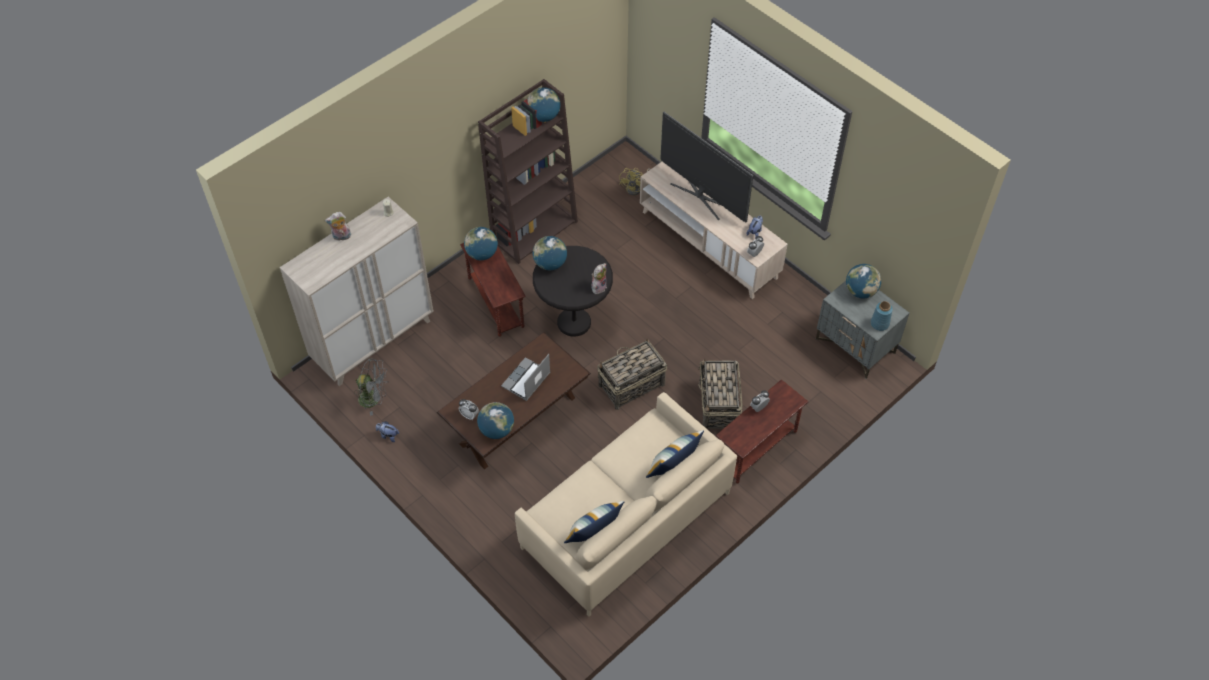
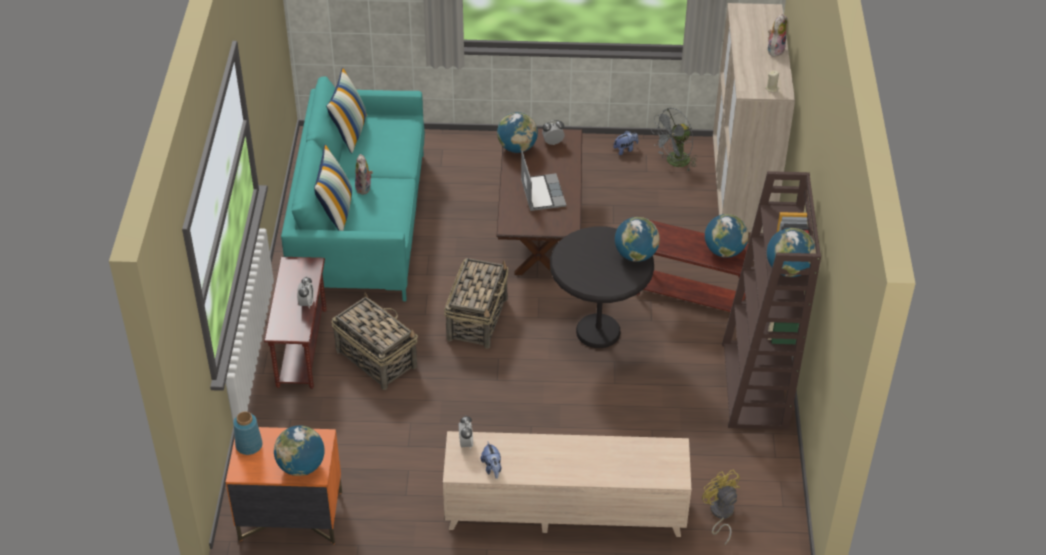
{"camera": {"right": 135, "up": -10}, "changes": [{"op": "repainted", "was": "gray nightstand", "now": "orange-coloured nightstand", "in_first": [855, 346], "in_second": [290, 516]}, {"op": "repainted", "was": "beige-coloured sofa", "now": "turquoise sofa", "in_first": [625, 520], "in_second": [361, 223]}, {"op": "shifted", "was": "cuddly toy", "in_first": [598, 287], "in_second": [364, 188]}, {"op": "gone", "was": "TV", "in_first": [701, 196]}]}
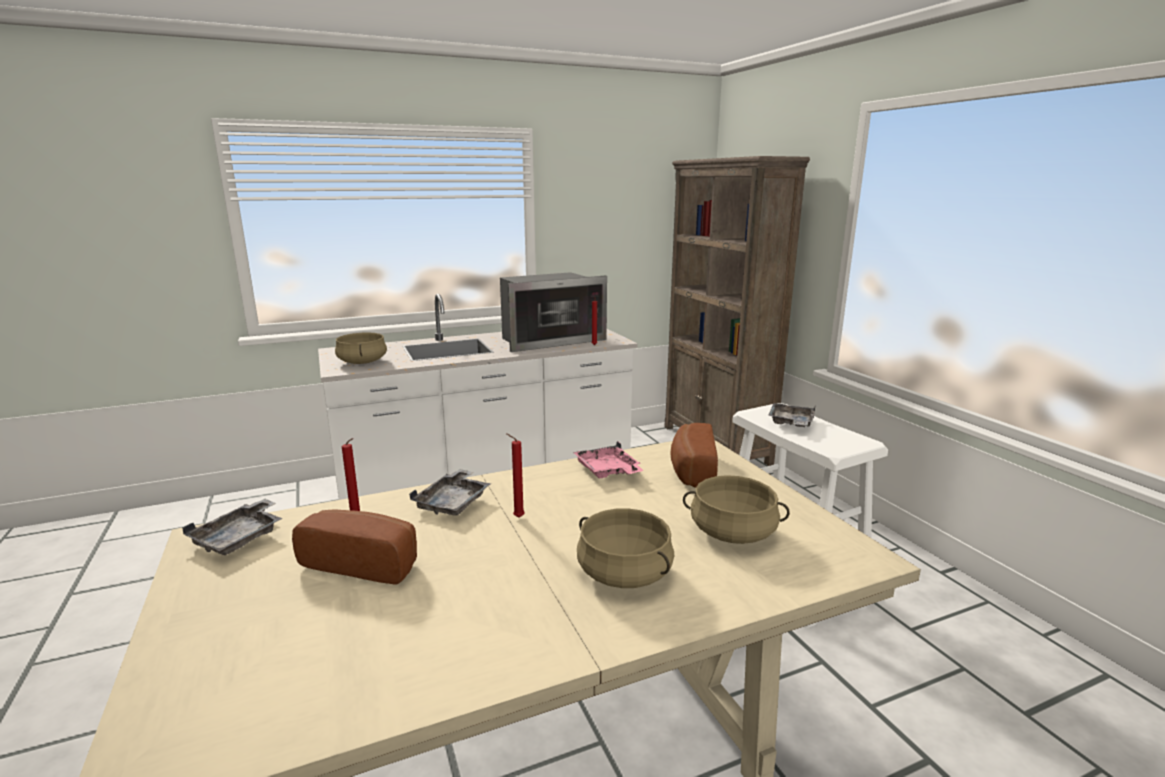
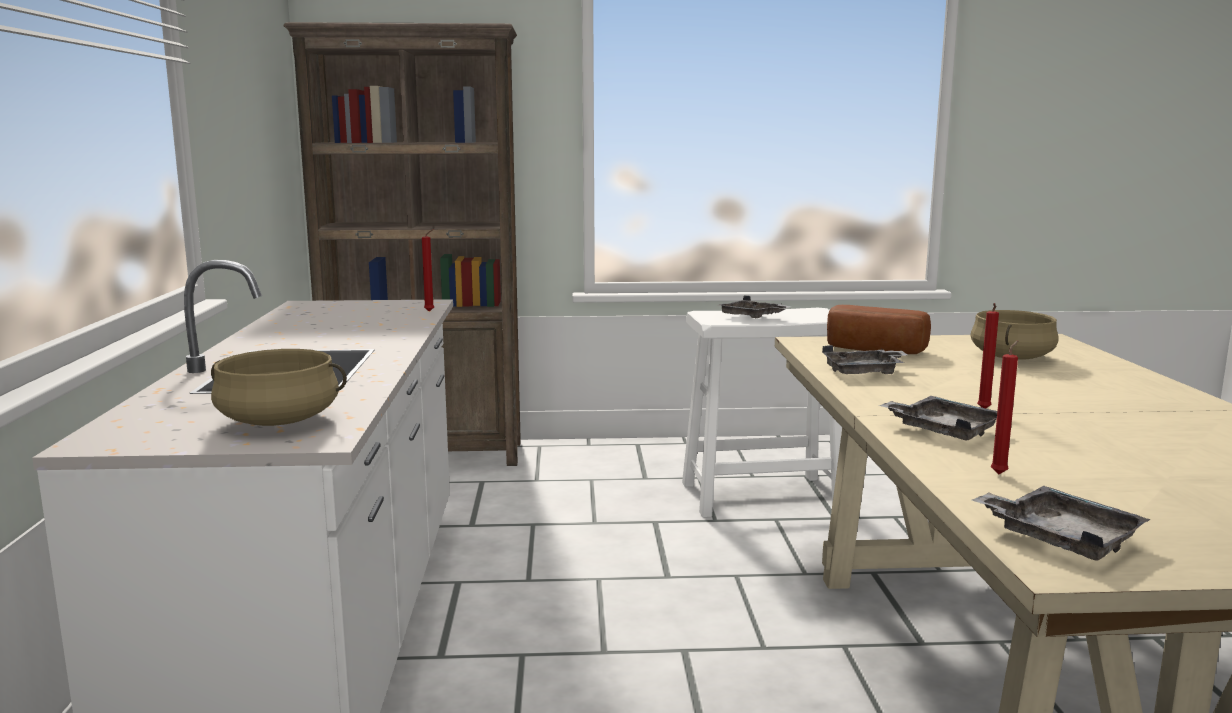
{"camera": {"right": -70, "up": -5}, "changes": [{"op": "repainted", "was": "pink-coloured serving tray", "now": "gray serving tray", "in_first": [608, 471], "in_second": [864, 372]}, {"op": "gone", "was": "bakery bread", "in_first": [364, 562]}, {"op": "gone", "was": "microwave", "in_first": [549, 340]}, {"op": "gone", "was": "beige-coloured stockpot", "in_first": [623, 574]}]}
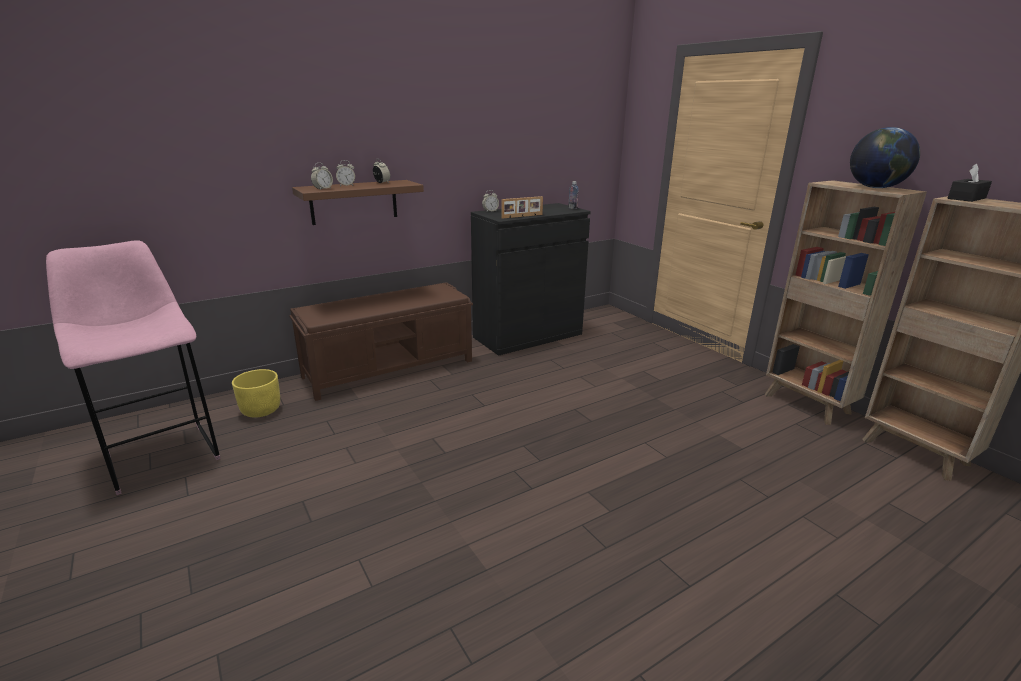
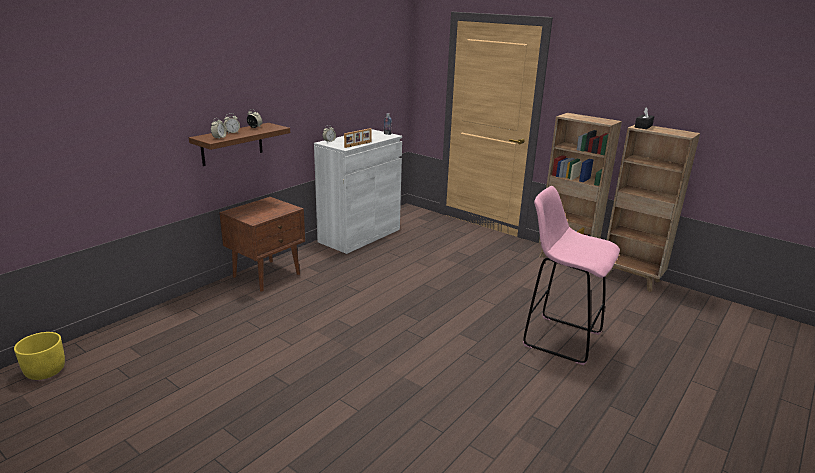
{"camera": {"right": -20, "up": 0}, "changes": [{"op": "shifted", "was": "yellow flower pot", "in_first": [261, 410], "in_second": [45, 371]}, {"op": "swapped", "was": "brown long seat", "now": "brown nightstand", "in_first": [390, 368], "in_second": [267, 275]}, {"op": "repainted", "was": "black storage cabinet", "now": "white-coloured storage cabinet", "in_first": [528, 336], "in_second": [359, 235]}, {"op": "shifted", "was": "pink-coloured sitting stool", "in_first": [162, 454], "in_second": [559, 338]}, {"op": "gone", "was": "globe", "in_first": [876, 188]}]}
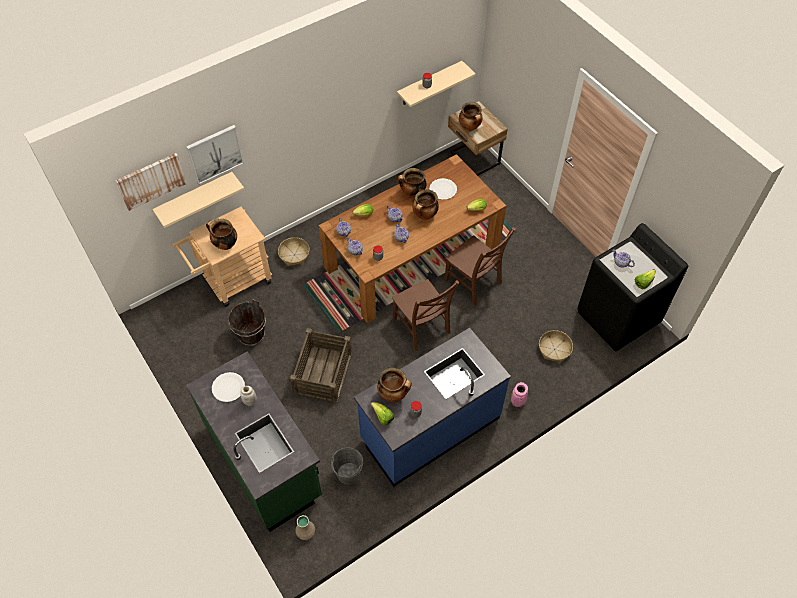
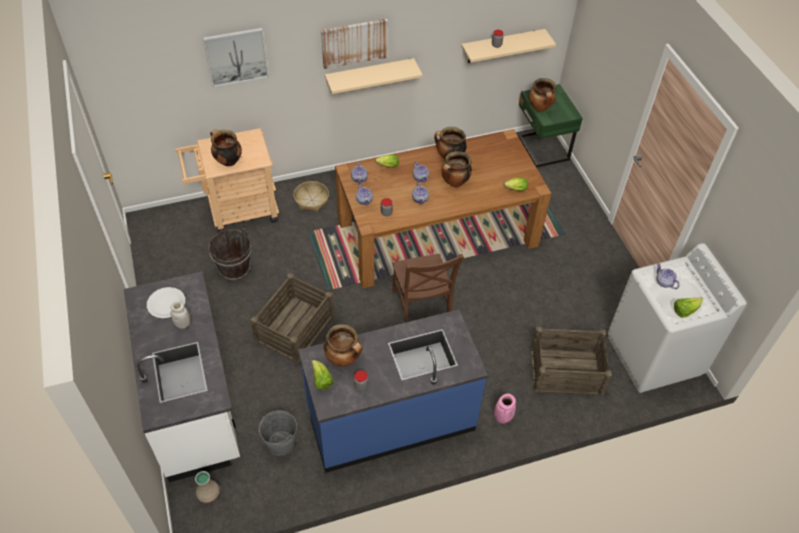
{"camera": {"right": 15, "up": -5}, "changes": [{"op": "repainted", "was": "greenish kitchen base unit", "now": "white-coloured kitchen base unit", "in_first": [264, 461], "in_second": [195, 403]}, {"op": "shifted", "was": "wall picture", "in_first": [151, 181], "in_second": [354, 43]}, {"op": "shifted", "was": "beige-coloured bracket shelf", "in_first": [195, 197], "in_second": [370, 76]}, {"op": "repainted", "was": "beige-coloured nightstand", "now": "greenish nightstand", "in_first": [473, 159], "in_second": [541, 149]}, {"op": "swapped", "was": "household basket", "now": "packing crate", "in_first": [554, 349], "in_second": [566, 371]}, {"op": "repainted", "was": "black laundry machine", "now": "white-coloured laundry machine", "in_first": [618, 318], "in_second": [654, 355]}, {"op": "gone", "was": "white-coloured flat dish", "in_first": [443, 189]}, {"op": "gone", "was": "brown upright chair", "in_first": [474, 283]}]}
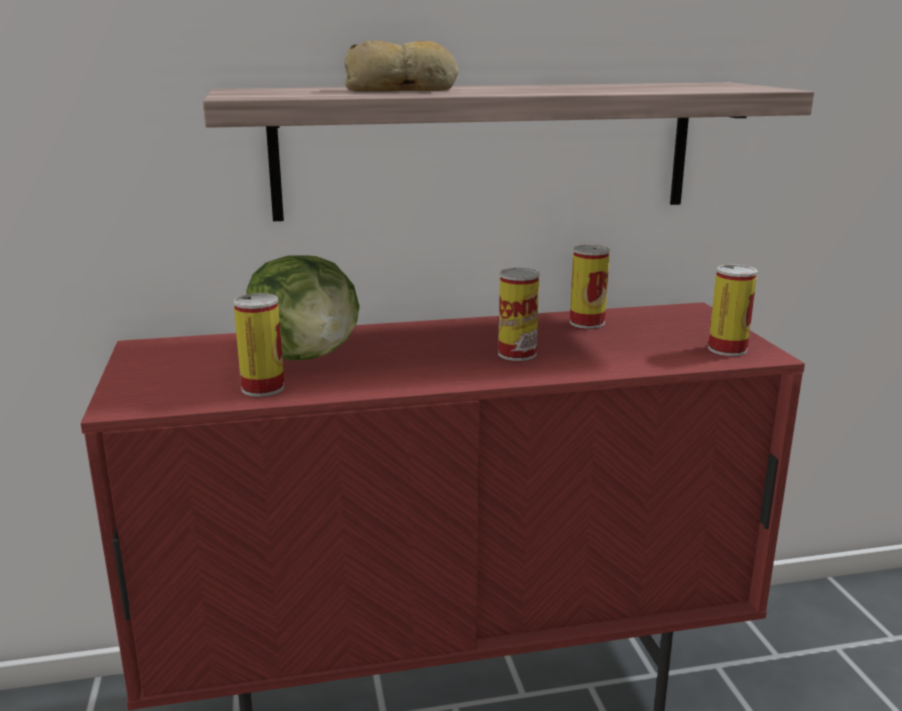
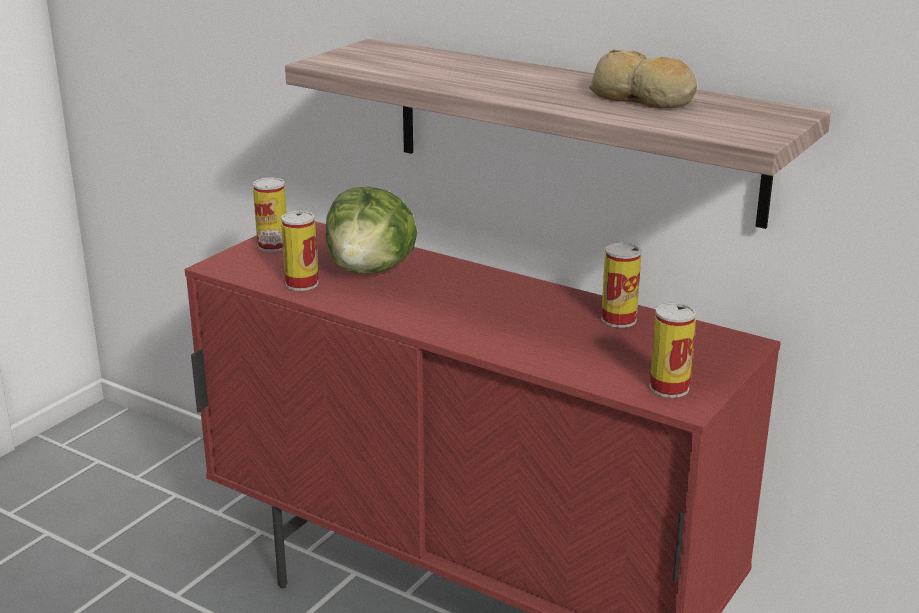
{"camera": {"right": 45, "up": 5}, "changes": [{"op": "shifted", "was": "metal can", "in_first": [517, 354], "in_second": [273, 245]}, {"op": "shifted", "was": "bakery bread", "in_first": [402, 89], "in_second": [642, 98]}]}
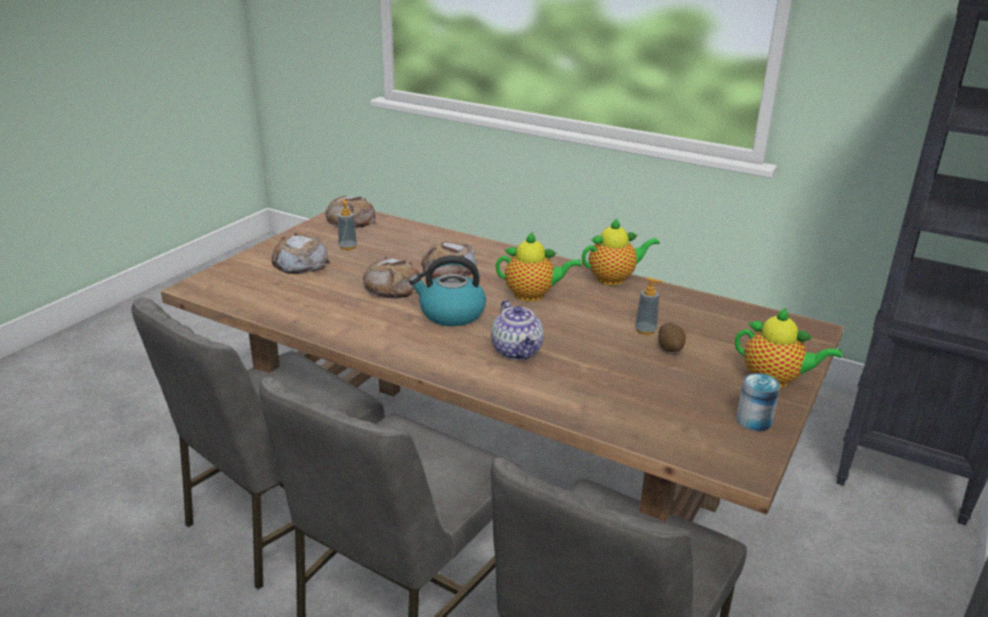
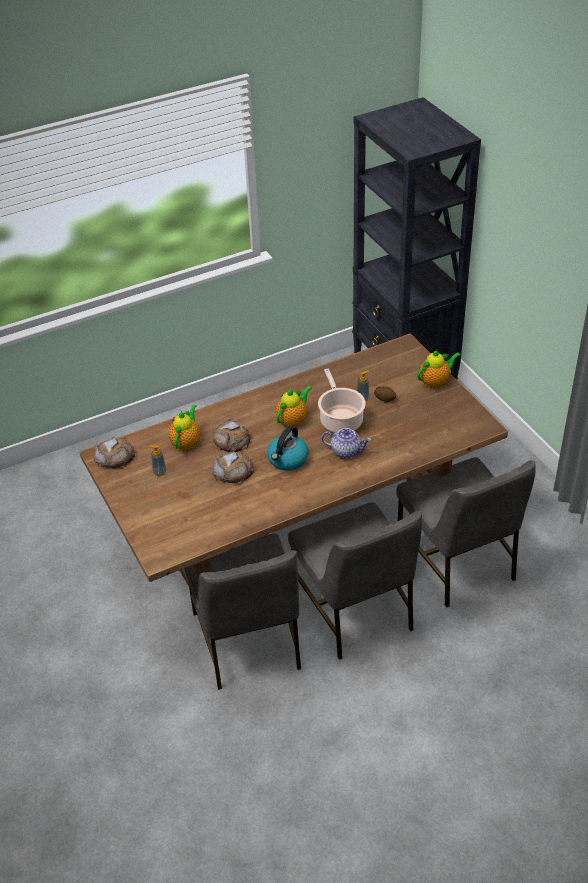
{"camera": {"right": -55, "up": 15}, "changes": [{"op": "shifted", "was": "teapot", "in_first": [614, 279], "in_second": [186, 442]}, {"op": "new", "now": "stockpot", "in_second": [340, 419]}, {"op": "gone", "was": "bakery bread", "in_first": [300, 262]}, {"op": "gone", "was": "metal can", "in_first": [753, 421]}]}
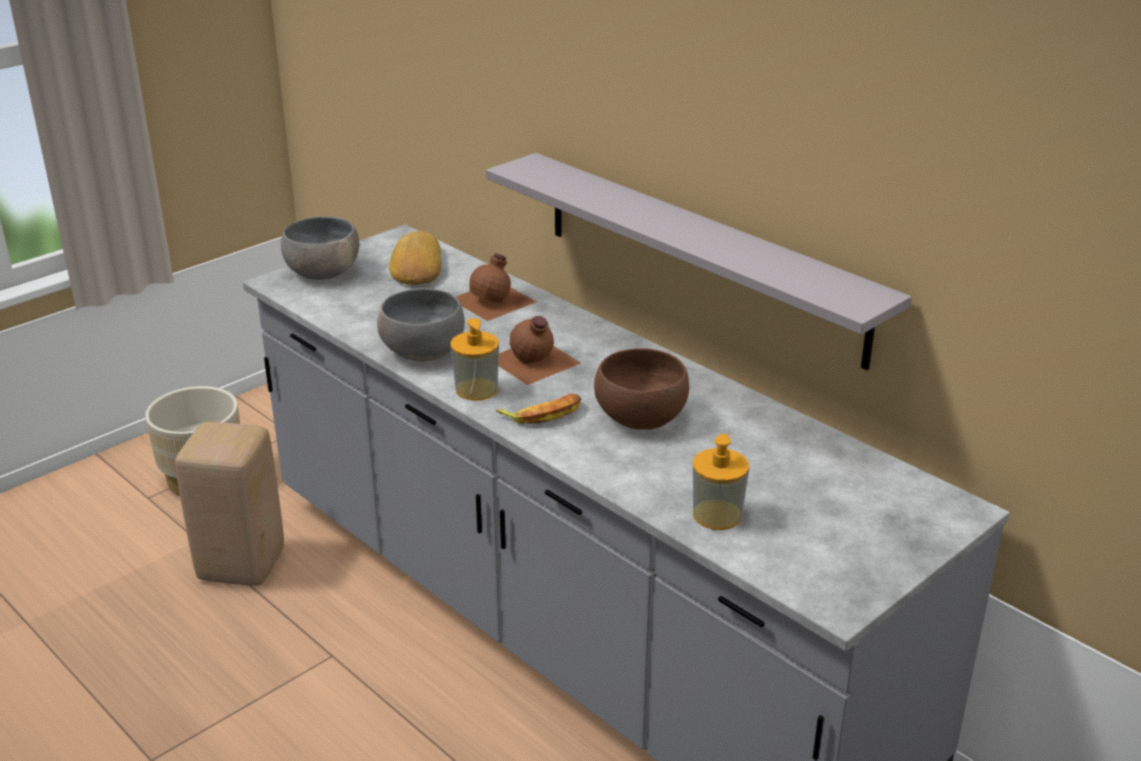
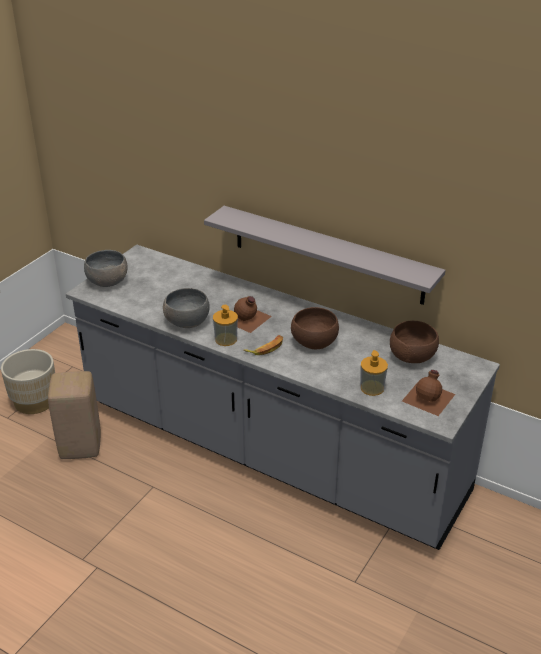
{"camera": {"right": -15, "up": 5}, "changes": [{"op": "new", "now": "brown deep dish", "in_second": [412, 356]}, {"op": "shifted", "was": "brown bottle", "in_first": [494, 300], "in_second": [429, 397]}, {"op": "gone", "was": "bakery bread", "in_first": [415, 267]}]}
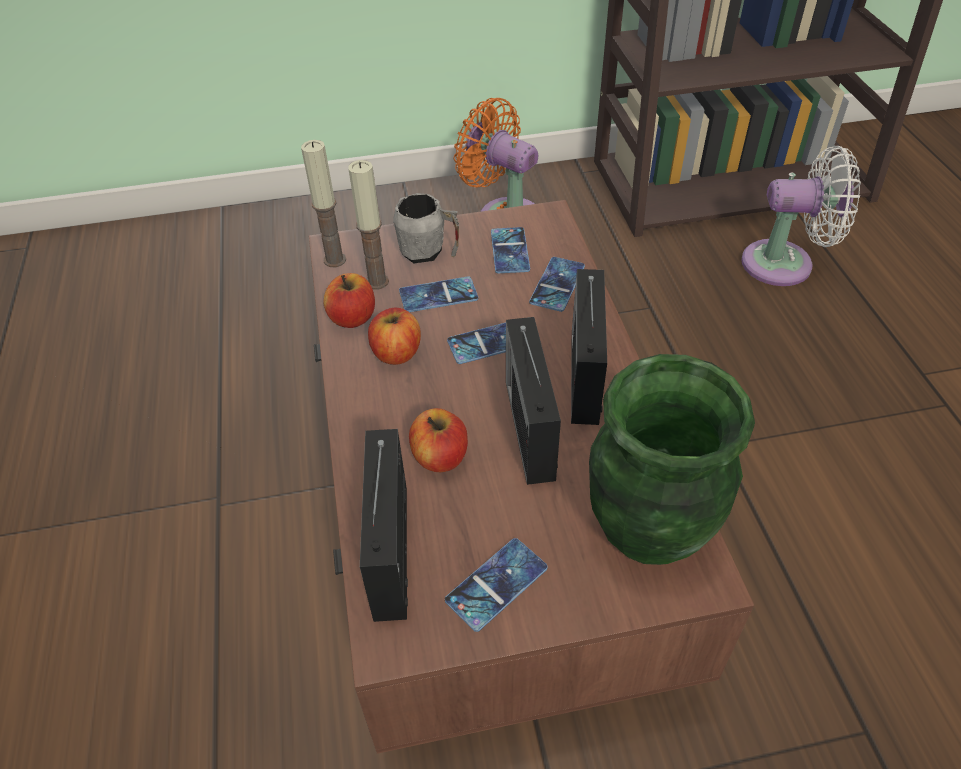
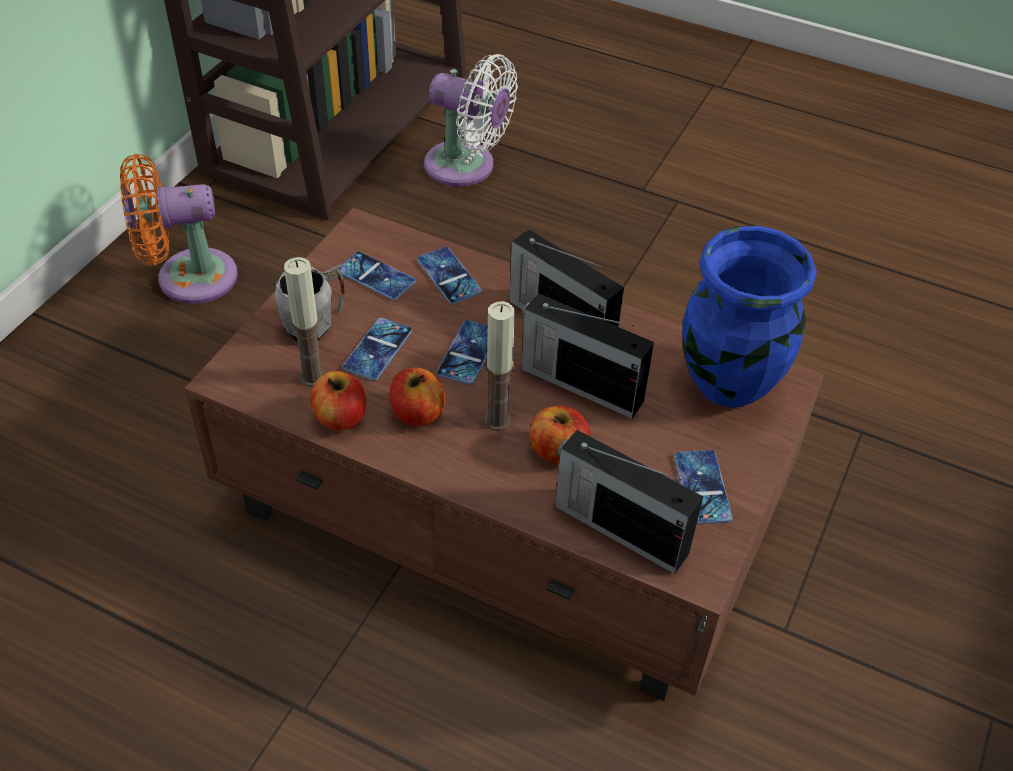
{"camera": {"right": -55, "up": 0}, "changes": [{"op": "rotated", "was": "white-coloured electric fan", "in_first": [785, 264], "in_second": [466, 167], "clockwise": 75}, {"op": "shifted", "was": "wax candle", "in_first": [335, 260], "in_second": [497, 420]}, {"op": "repainted", "was": "greenish decorative vase", "now": "bluish decorative vase", "in_first": [646, 530], "in_second": [727, 384]}]}
